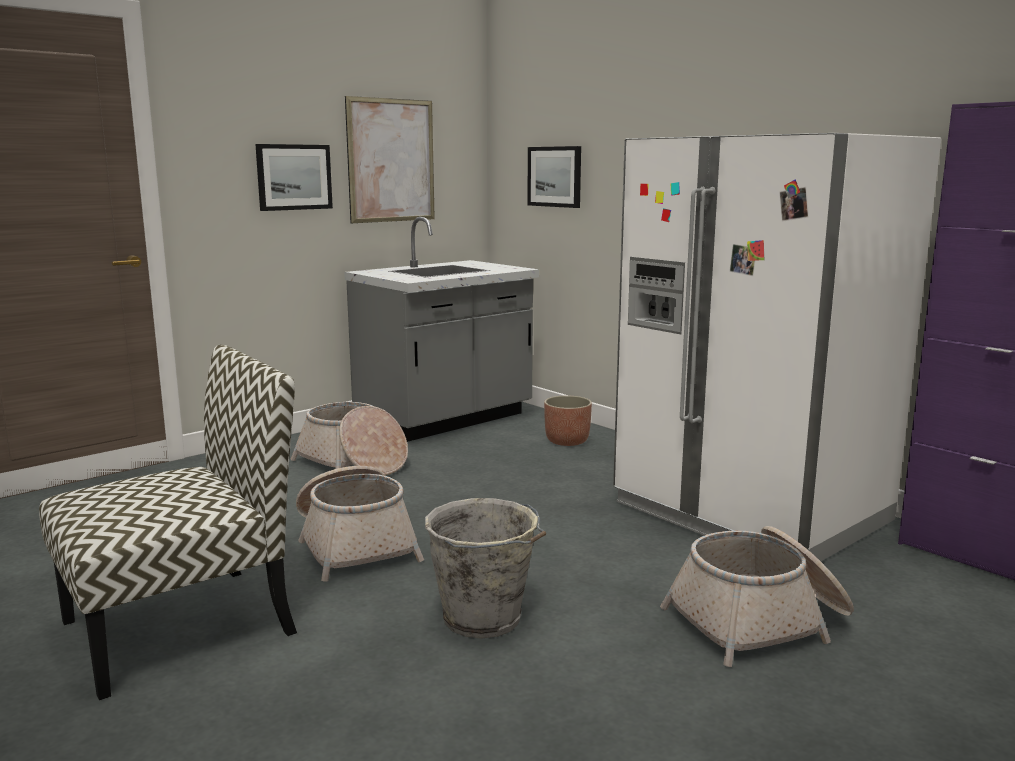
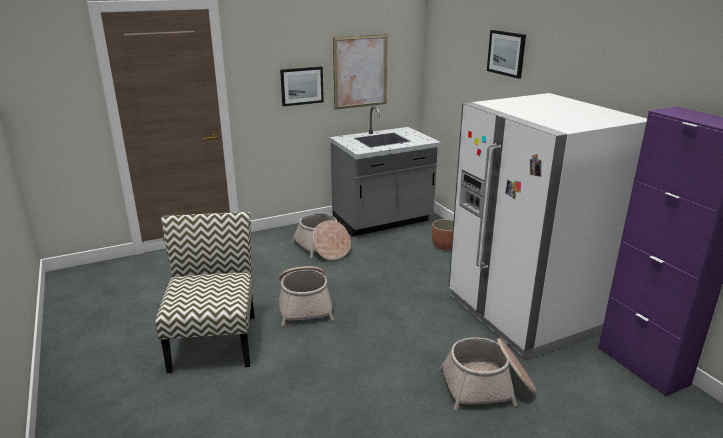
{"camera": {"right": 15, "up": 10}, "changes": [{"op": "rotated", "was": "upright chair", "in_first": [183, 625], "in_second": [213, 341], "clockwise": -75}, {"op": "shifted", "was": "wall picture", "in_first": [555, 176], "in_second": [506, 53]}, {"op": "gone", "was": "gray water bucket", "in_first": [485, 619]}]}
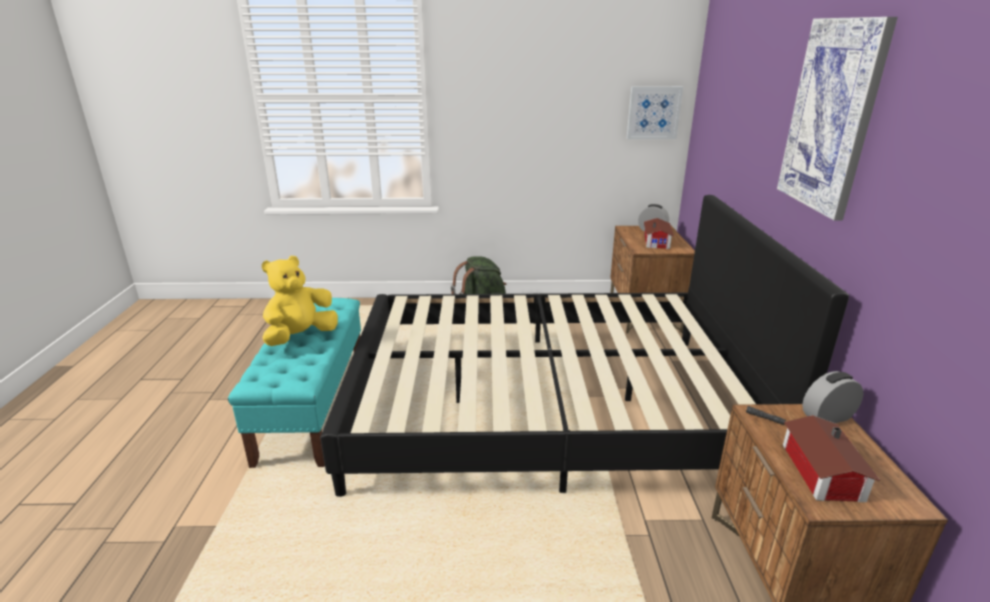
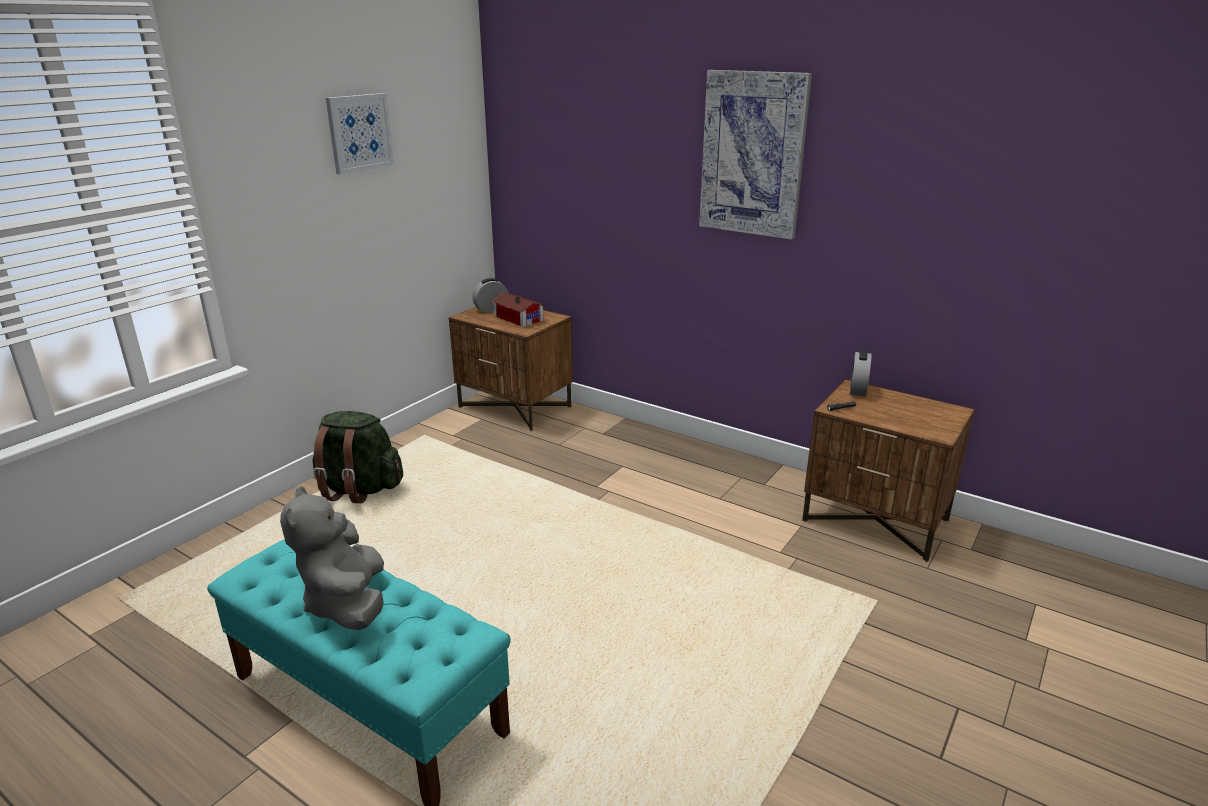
{"camera": {"right": -55, "up": 0}, "changes": [{"op": "repainted", "was": "yellow cuddly toy", "now": "gray cuddly toy", "in_first": [301, 336], "in_second": [347, 604]}, {"op": "shifted", "was": "wall picture", "in_first": [653, 112], "in_second": [359, 132]}, {"op": "gone", "was": "black bedroom bed", "in_first": [547, 406]}, {"op": "gone", "was": "miniature house", "in_first": [820, 473]}]}
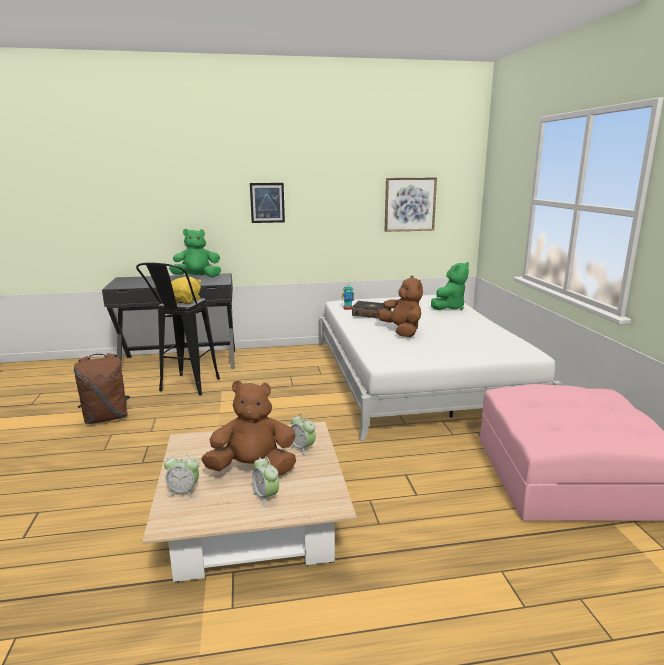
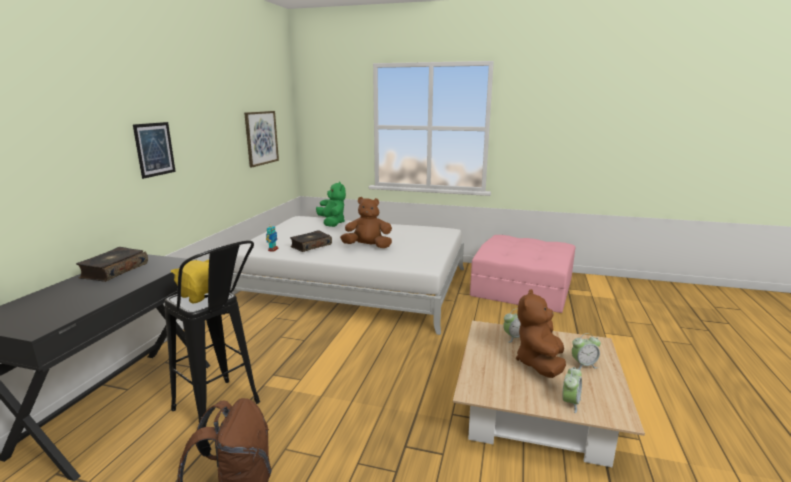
{"camera": {"right": -65, "up": 0}, "changes": [{"op": "swapped", "was": "greenish cuddly toy", "now": "book", "in_first": [197, 277], "in_second": [114, 271]}]}
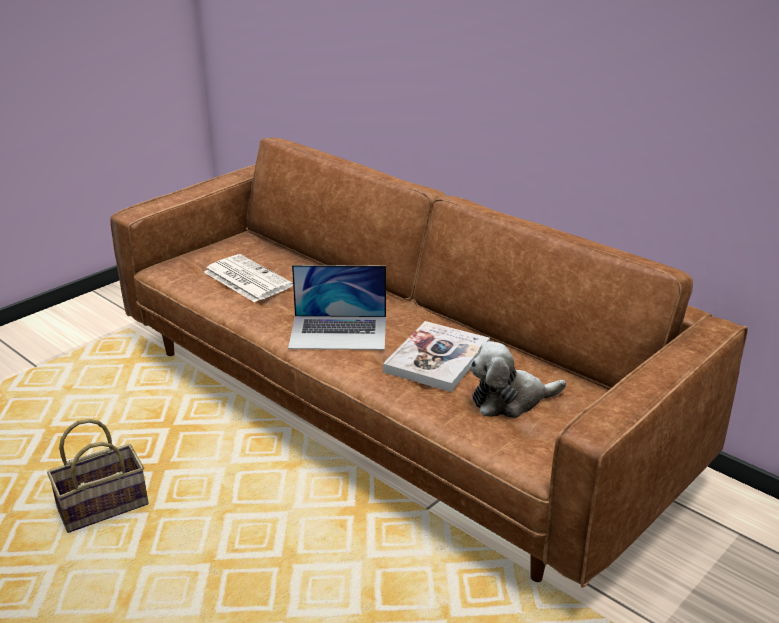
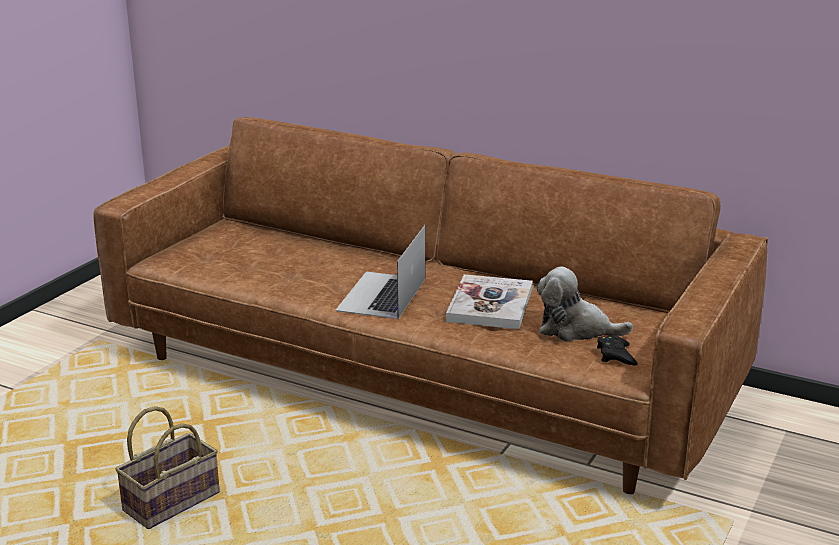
{"camera": {"right": -15, "up": -5}, "changes": [{"op": "rotated", "was": "laptop", "in_first": [339, 332], "in_second": [381, 295], "clockwise": 120}, {"op": "rotated", "was": "cuddly toy", "in_first": [510, 400], "in_second": [576, 330], "clockwise": 45}, {"op": "new", "now": "black gamepad", "in_second": [615, 355]}, {"op": "gone", "was": "newspaper", "in_first": [246, 279]}]}
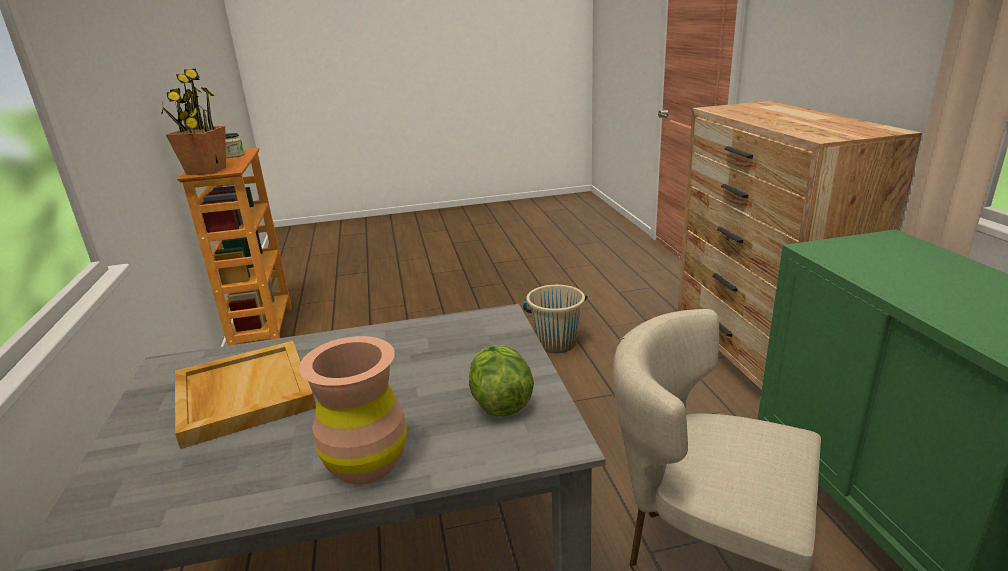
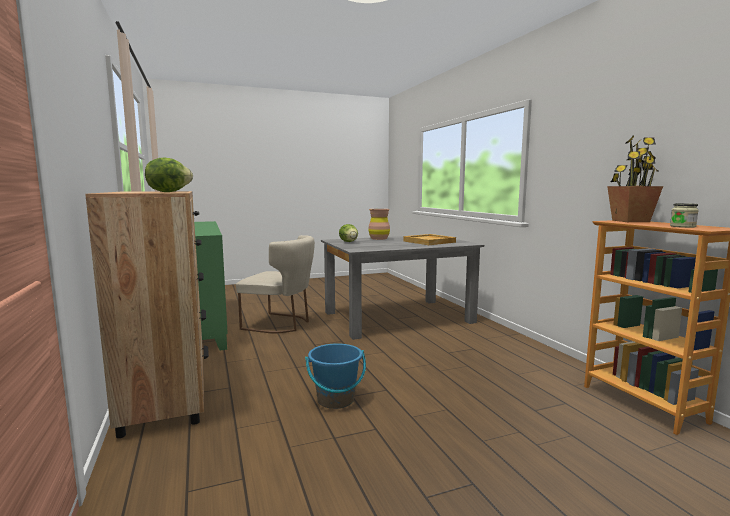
{"camera": {"right": 170, "up": -15}, "changes": [{"op": "new", "now": "head of lettuce", "in_second": [168, 192]}, {"op": "repainted", "was": "beige-coloured water bucket", "now": "bluish water bucket", "in_first": [556, 343], "in_second": [336, 400]}]}
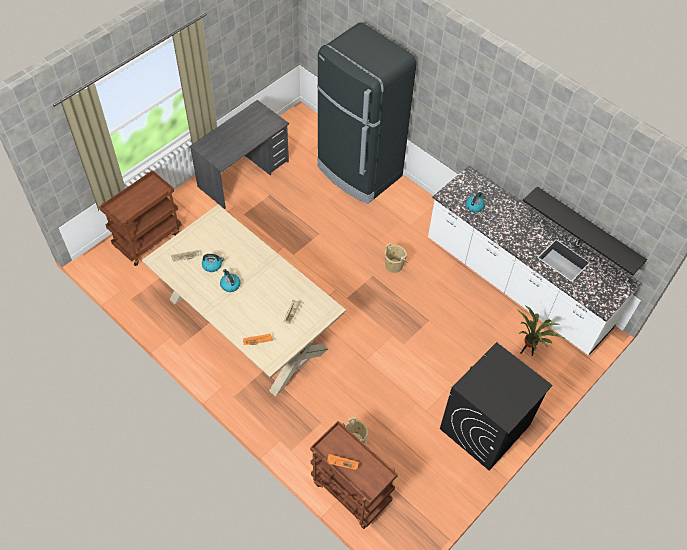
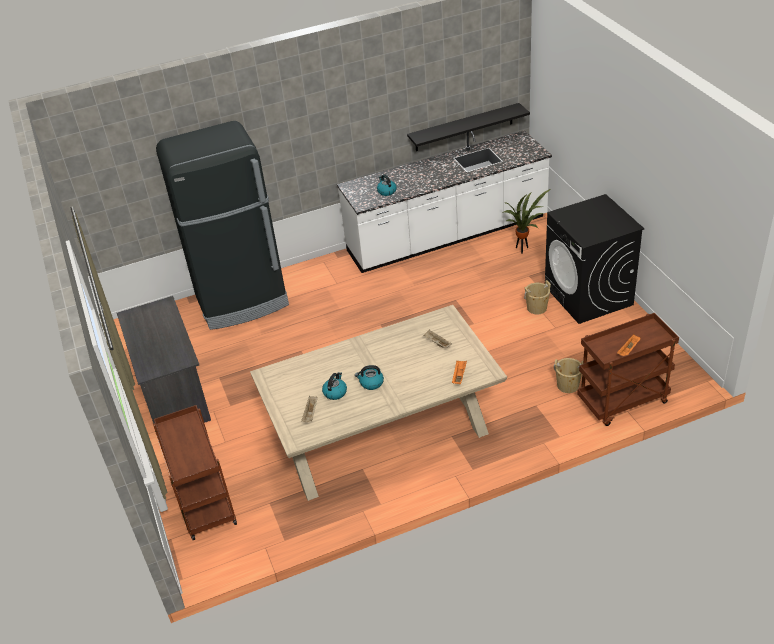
{"camera": {"right": -60, "up": -15}, "changes": [{"op": "shifted", "was": "beige-coloured water bucket", "in_first": [394, 265], "in_second": [536, 308]}]}
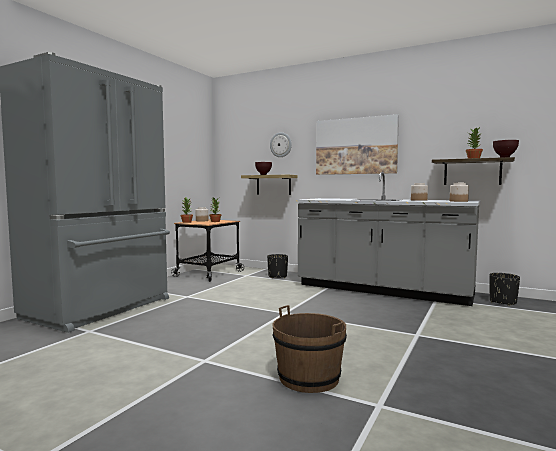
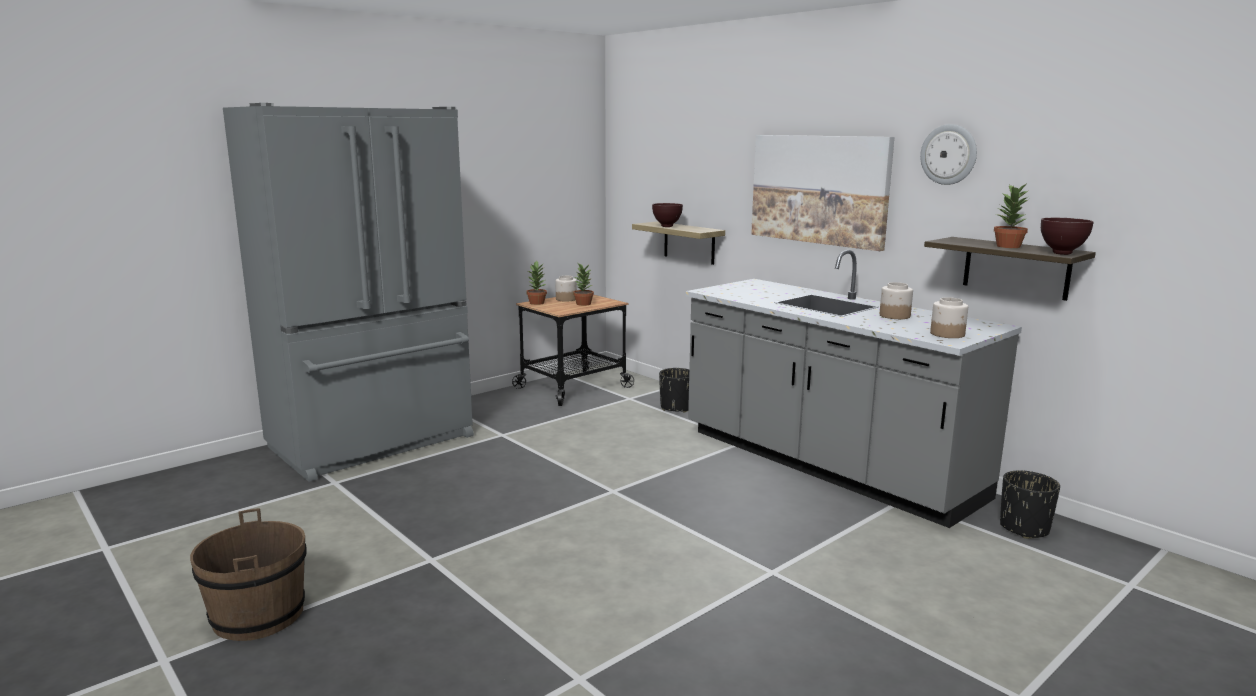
{"camera": {"right": 20, "up": 10}, "changes": [{"op": "shifted", "was": "brown water bucket", "in_first": [308, 378], "in_second": [258, 615]}, {"op": "shifted", "was": "wall clock", "in_first": [281, 144], "in_second": [949, 154]}]}
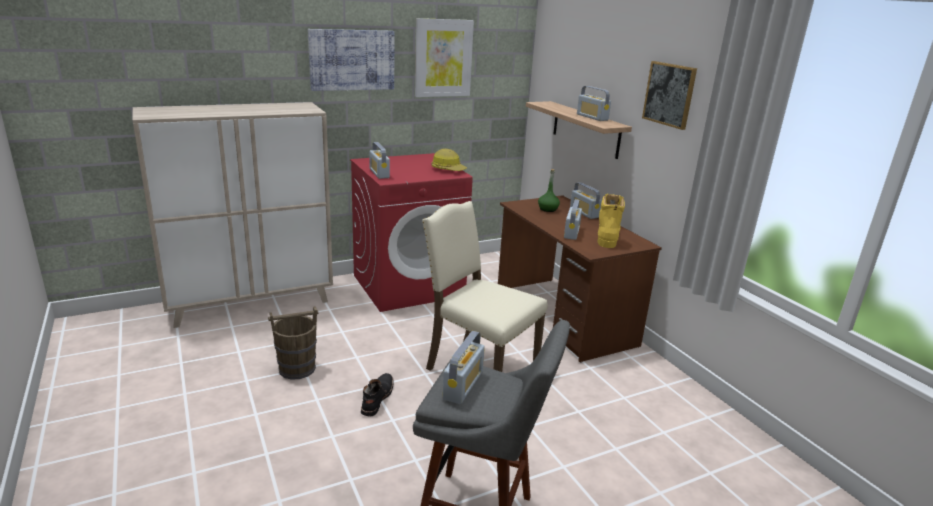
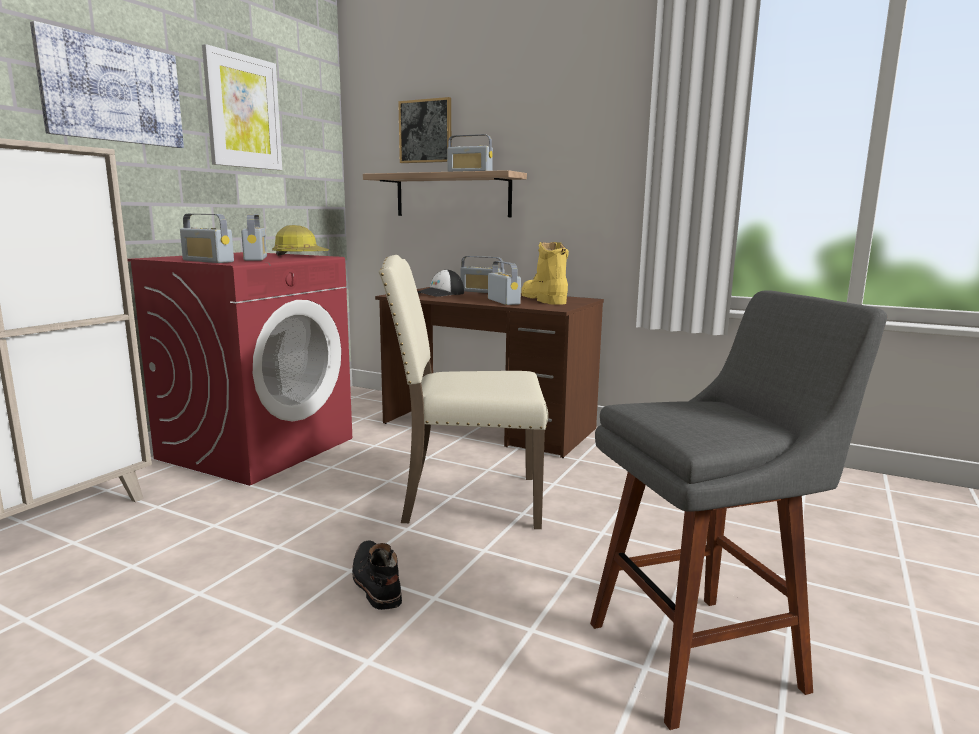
{"camera": {"right": -35, "up": -10}, "changes": [{"op": "shifted", "was": "radio set", "in_first": [463, 385], "in_second": [255, 258]}, {"op": "shifted", "was": "wall picture", "in_first": [669, 94], "in_second": [425, 131]}, {"op": "swapped", "was": "greenish bottle", "now": "peaked cap", "in_first": [548, 209], "in_second": [440, 294]}, {"op": "gone", "was": "brown water bucket", "in_first": [296, 369]}]}
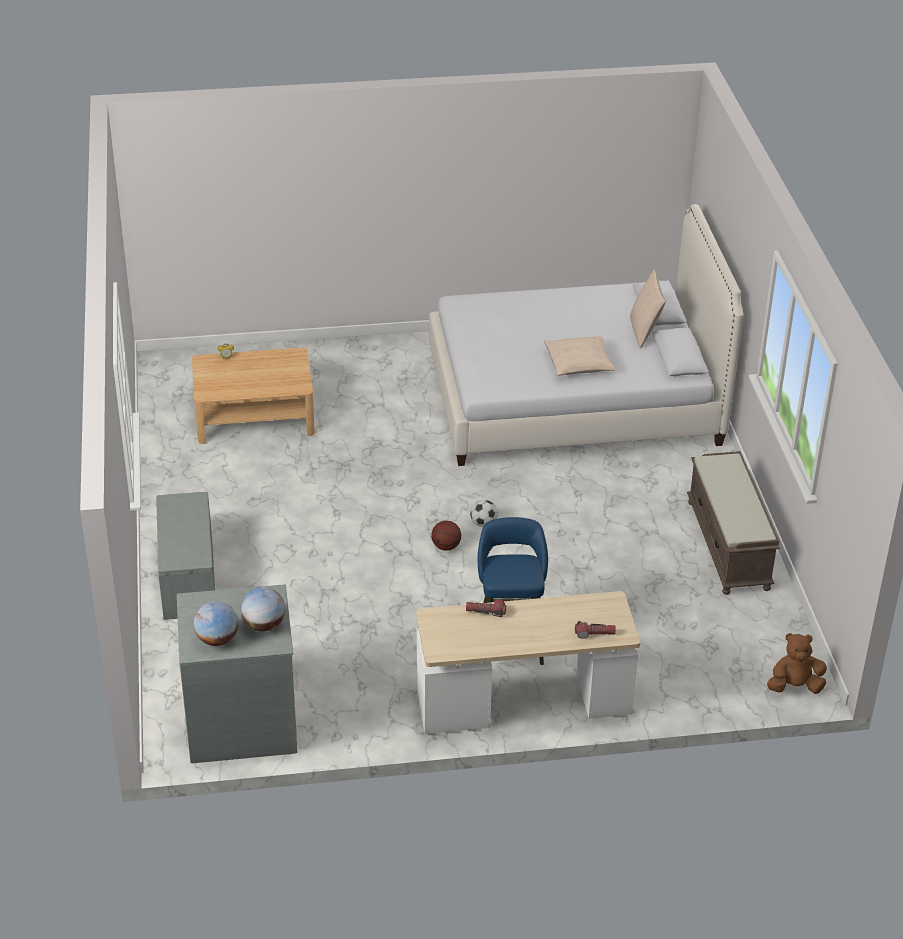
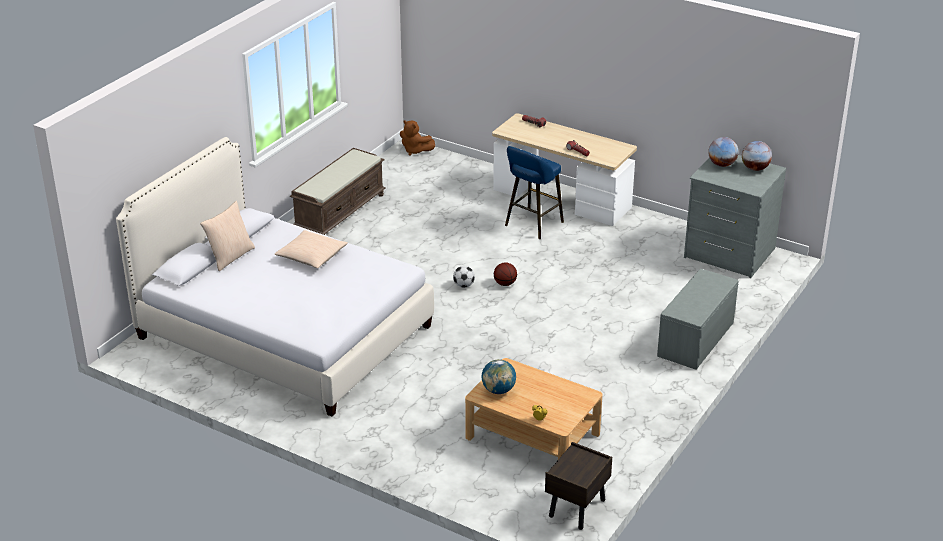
{"camera": {"right": -140, "up": -5}, "changes": [{"op": "new", "now": "globe", "in_second": [498, 390]}, {"op": "new", "now": "brown nightstand", "in_second": [577, 509]}]}
